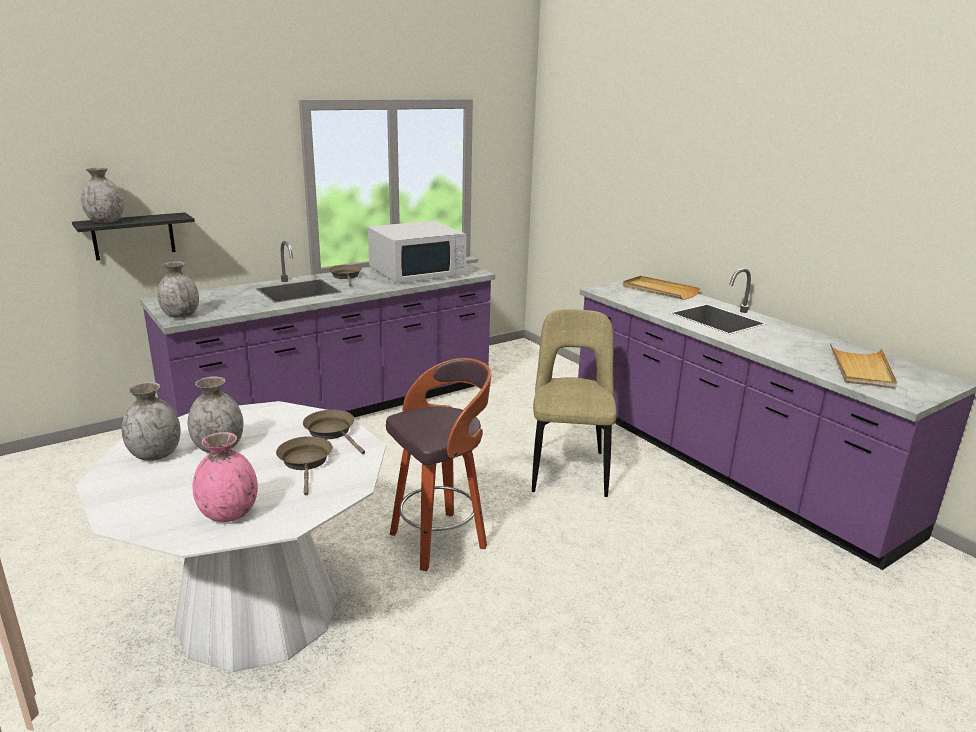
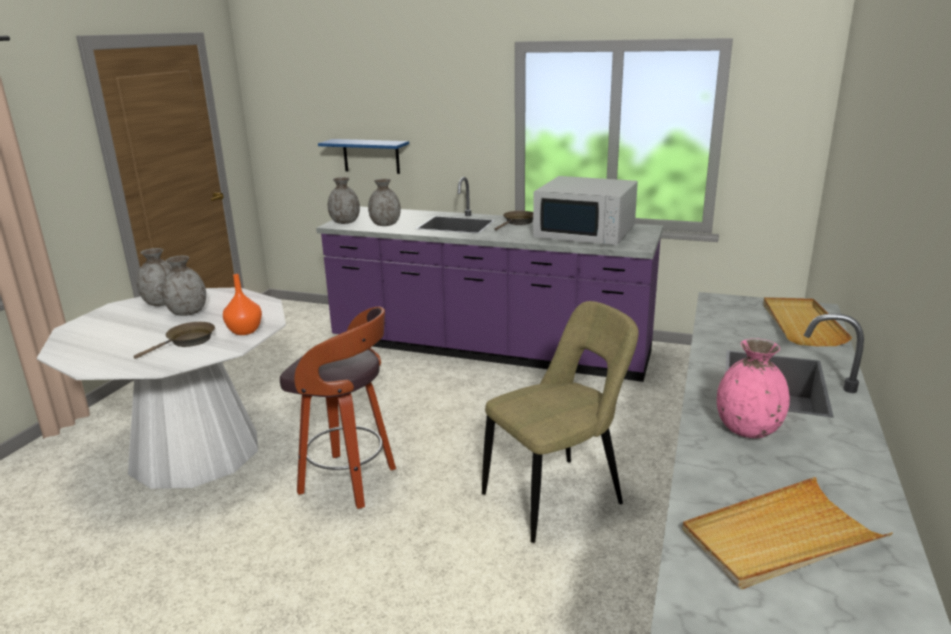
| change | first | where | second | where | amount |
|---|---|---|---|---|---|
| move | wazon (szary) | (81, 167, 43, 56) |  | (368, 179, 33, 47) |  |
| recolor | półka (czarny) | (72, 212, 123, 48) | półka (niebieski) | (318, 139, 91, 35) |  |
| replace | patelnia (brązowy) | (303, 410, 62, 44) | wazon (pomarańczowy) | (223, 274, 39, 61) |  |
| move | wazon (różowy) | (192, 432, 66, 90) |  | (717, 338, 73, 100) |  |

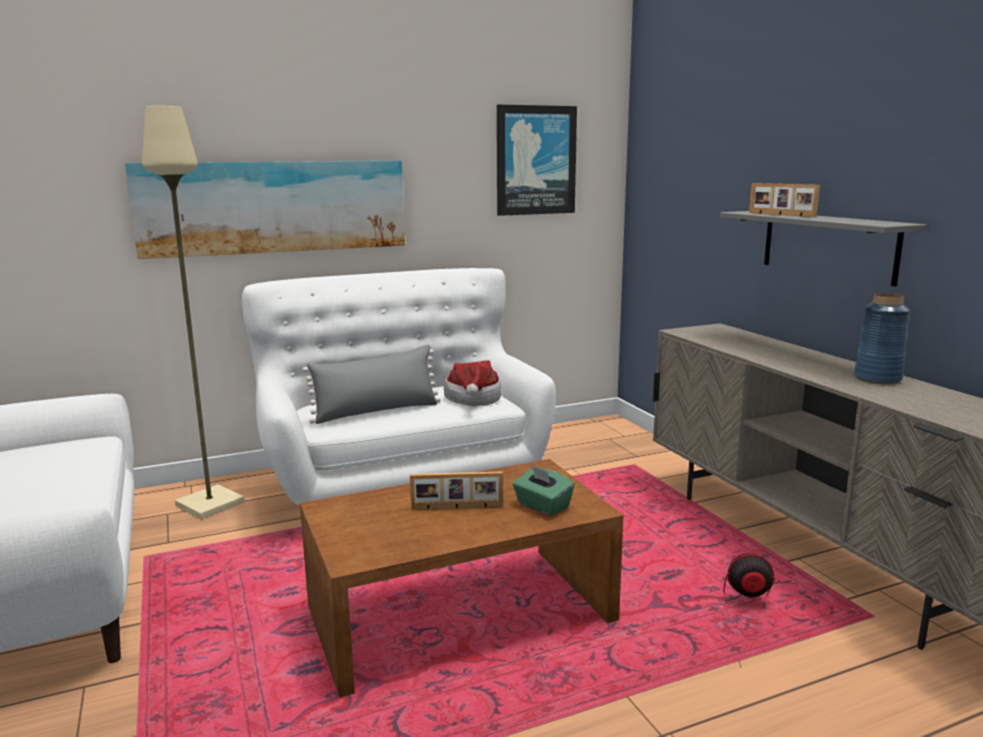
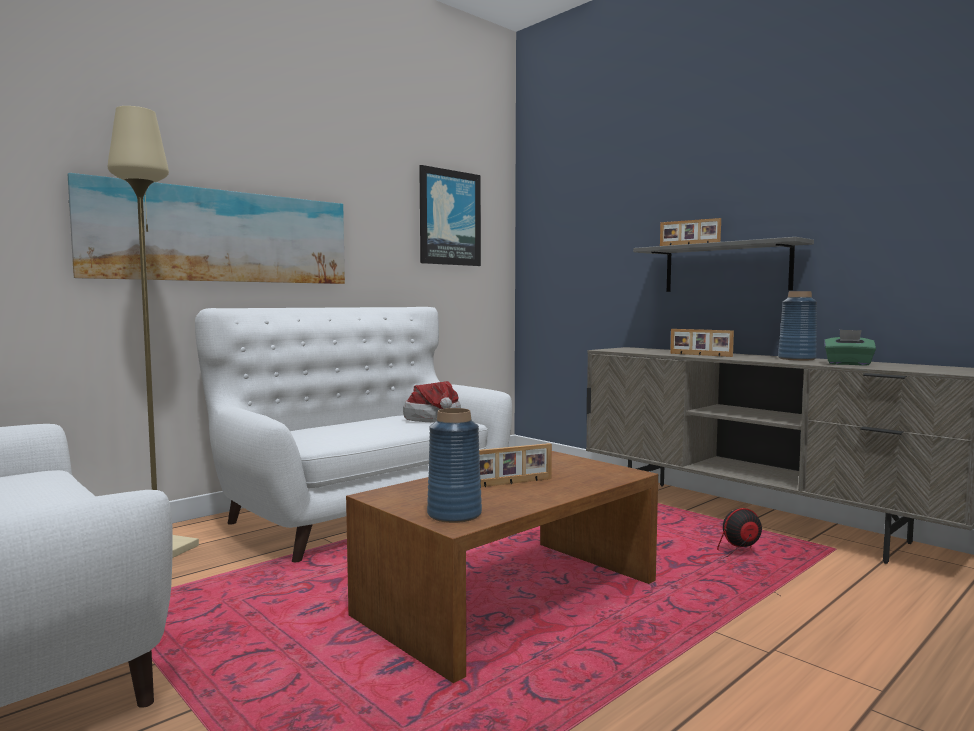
| change | first | where | second | where | amount |
|---|---|---|---|---|---|
| delete | poduszka (szary) | (302, 345, 139, 79) |  |  |  |
| move | pudełko chusteczek (zielony) | (513, 465, 62, 51) |  | (824, 329, 52, 37) |  |
| insert |  |  | ramka na zdjęcie | (670, 329, 64, 28) |  |
| insert |  |  | wazon (niebieski) | (427, 408, 55, 115) |  |

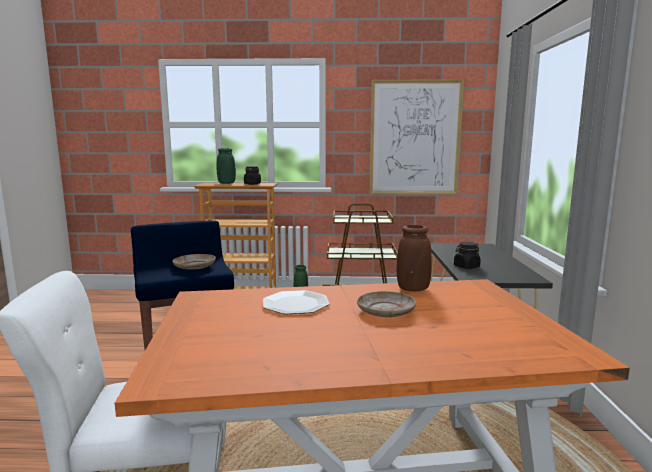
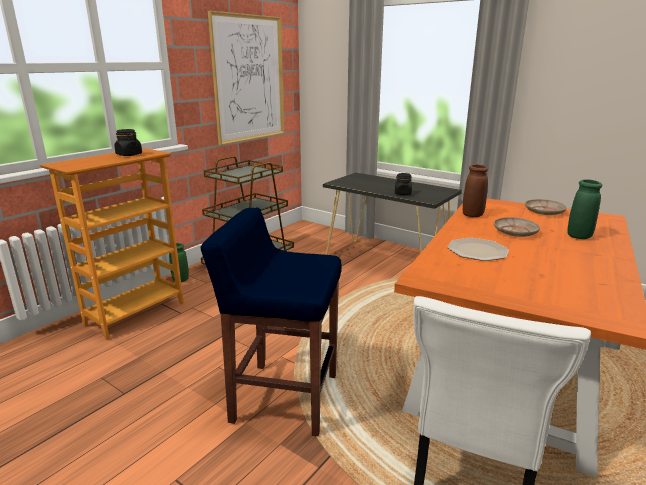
| change | first | where | second | where | amount |
|---|---|---|---|---|---|
| move | wazon (zielony) | (217, 148, 19, 36) |  | (567, 179, 35, 60) |  |
| move | talerz (beżowy) | (173, 254, 43, 16) |  | (525, 199, 42, 16) |  |

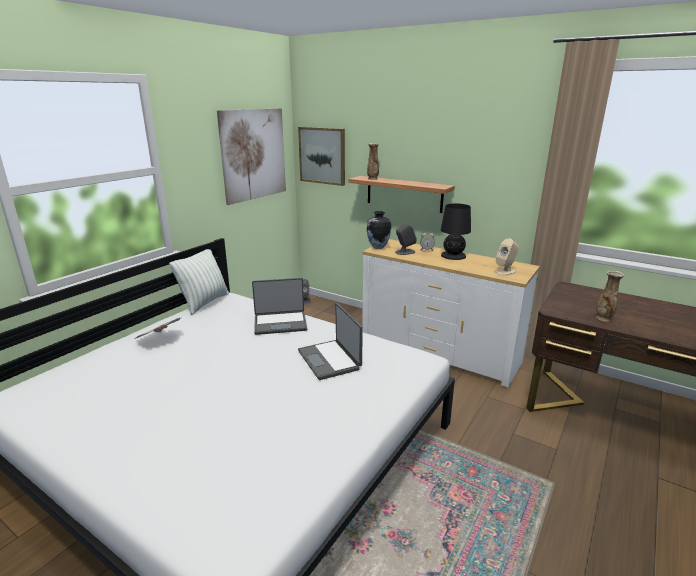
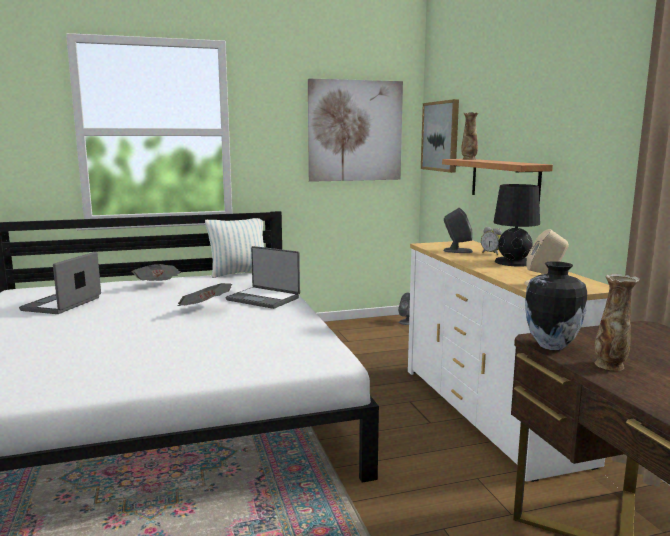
| change | first | where | second | where | amount |
|---|---|---|---|---|---|
| move | wazon | (367, 211, 24, 38) |  | (525, 261, 62, 89) |  |
| move | laptop | (298, 303, 65, 77) |  | (19, 252, 82, 62) |  |
| insert |  |  | gazeta | (178, 283, 54, 23) |  |

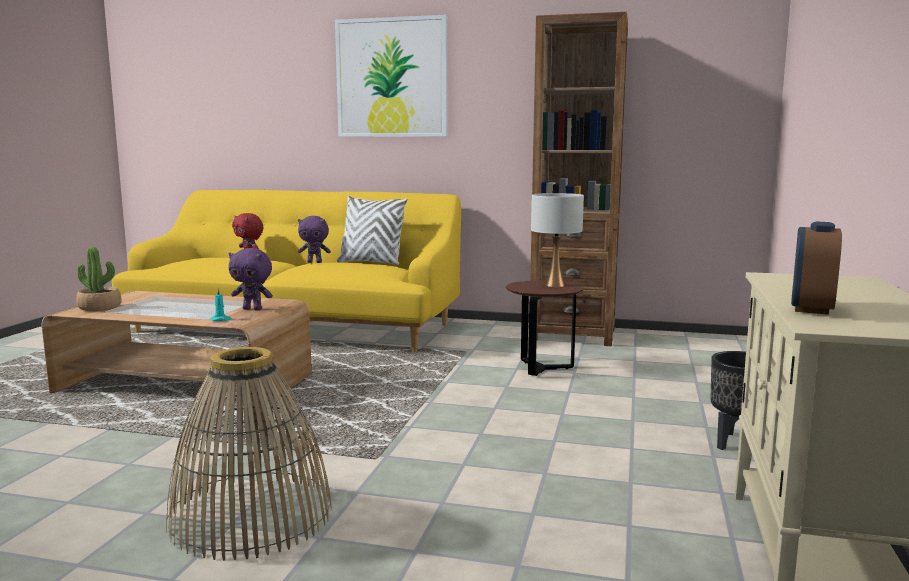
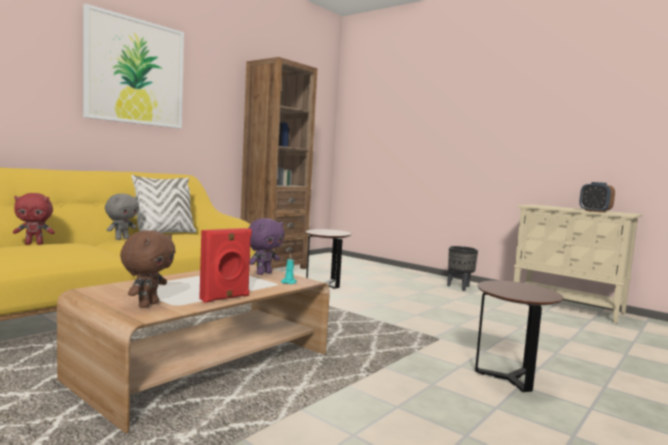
| change | first | where | second | where | amount |
|---|---|---|---|---|---|
| delete | lampa stołowa (biały) | (531, 193, 53, 94) |  |  |  |
| recolor | pluszak (fioletowy) | (298, 216, 33, 47) | pluszak (szary) | (105, 194, 34, 46) |  |
| replace | roślina doniczkowa | (76, 247, 45, 64) | pluszak (brązowy) | (120, 230, 55, 78) |  |
| replace | koszyk | (166, 347, 166, 214) | stolik (brązowy) | (475, 280, 88, 112) |  |
| insert |  |  | głośnik (czerwony) | (199, 228, 53, 75) |  |

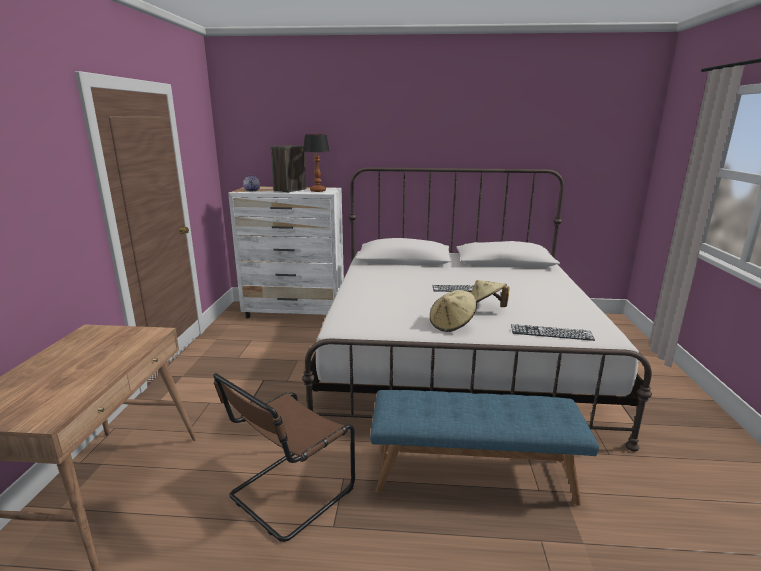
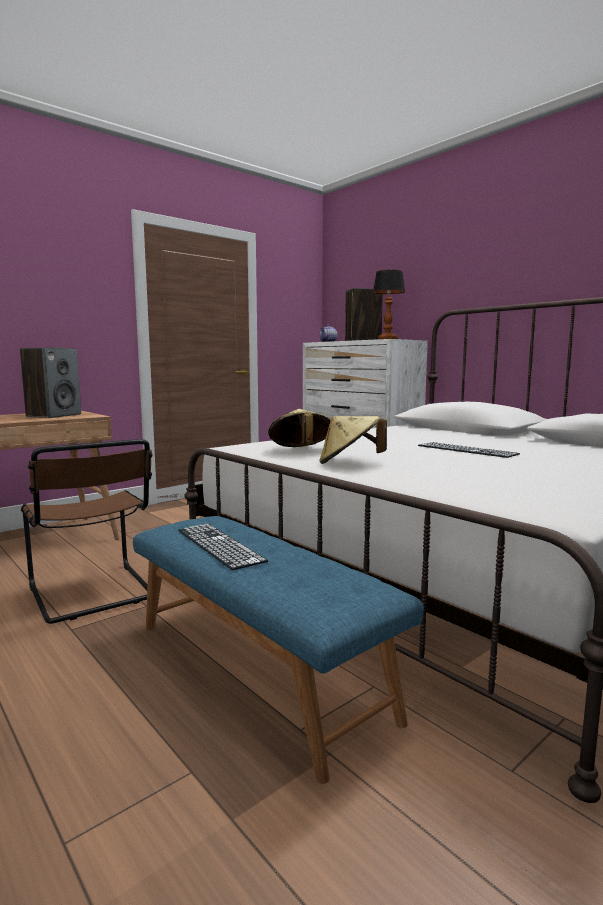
| change | first | where | second | where | amount |
|---|---|---|---|---|---|
| move | kapelusz (beżowy) | (471, 280, 39, 27) |  | (268, 409, 62, 38) |  |
| move | klawiatura | (511, 324, 84, 17) |  | (178, 524, 90, 46) |  |
| rotate | krzesło (brązowy) | (213, 373, 142, 169) |  | (21, 439, 132, 185) | 120 degrees counterclockwise |
| insert |  |  | głośnik | (20, 347, 61, 71) |  |

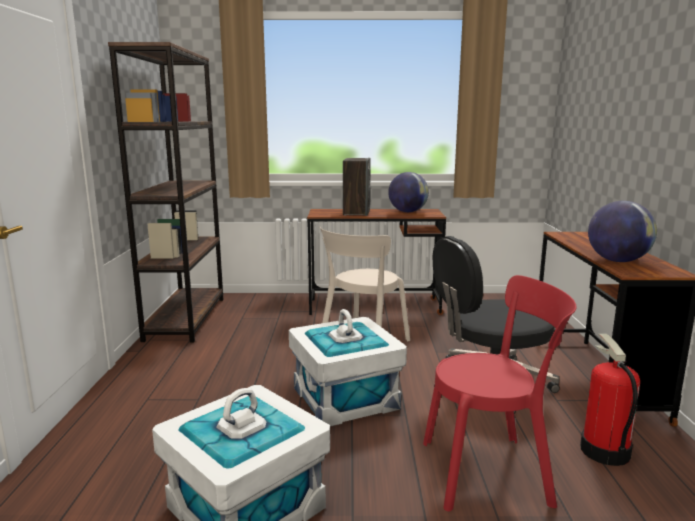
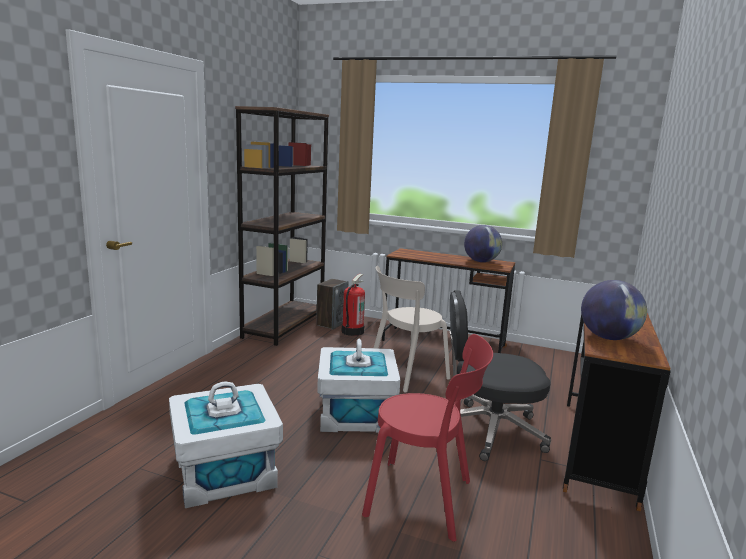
| change | first | where | second | where | amount |
|---|---|---|---|---|---|
| move | głośnik | (343, 158, 28, 58) |  | (316, 279, 32, 51) |  |
| move | gaśnica | (580, 334, 60, 132) |  | (341, 274, 24, 62) |  |

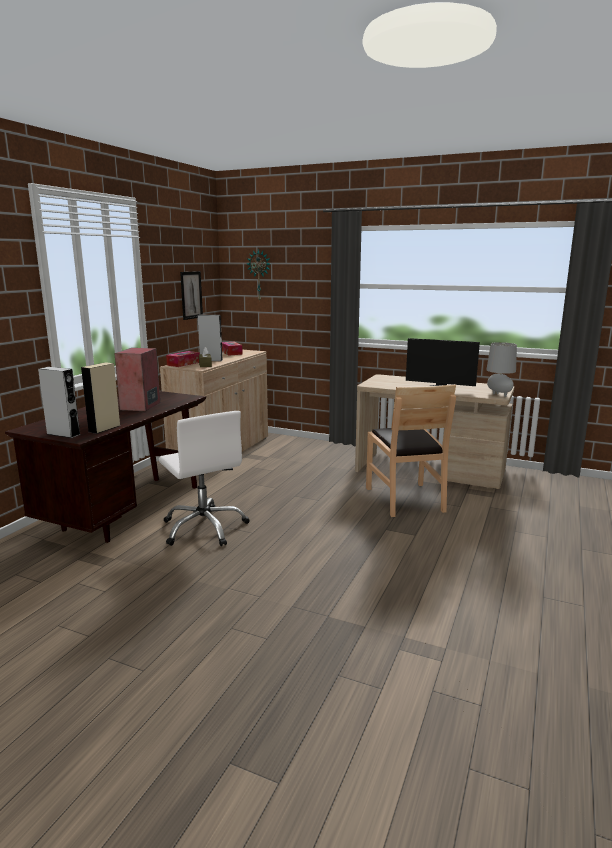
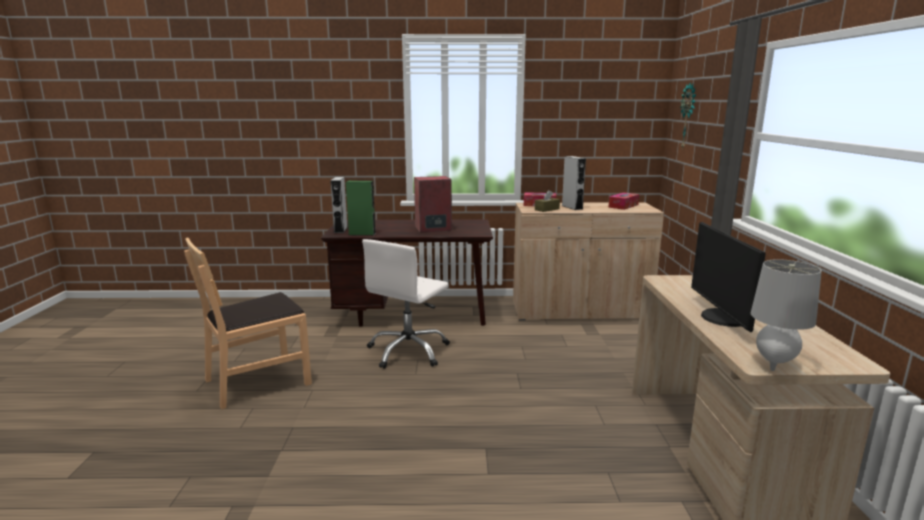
| change | first | where | second | where | amount |
|---|---|---|---|---|---|
| delete | obraz | (180, 271, 23, 49) |  |  |  |
| recolor | głośnik (beżowy) | (81, 362, 39, 72) | głośnik (zielony) | (346, 181, 30, 55) |  |
| move | krzesło (brązowy) | (366, 384, 90, 133) |  | (184, 237, 128, 172) |  |

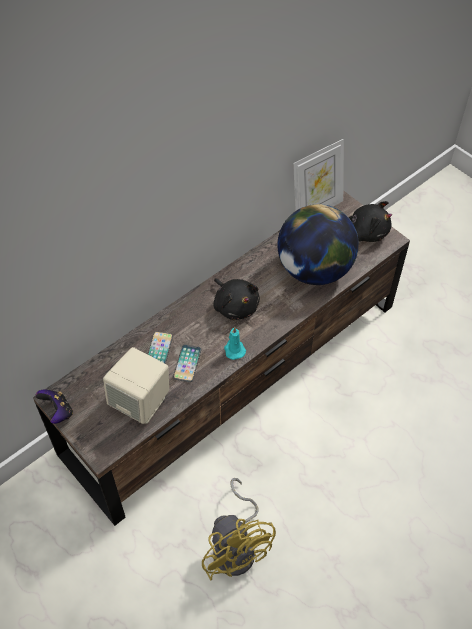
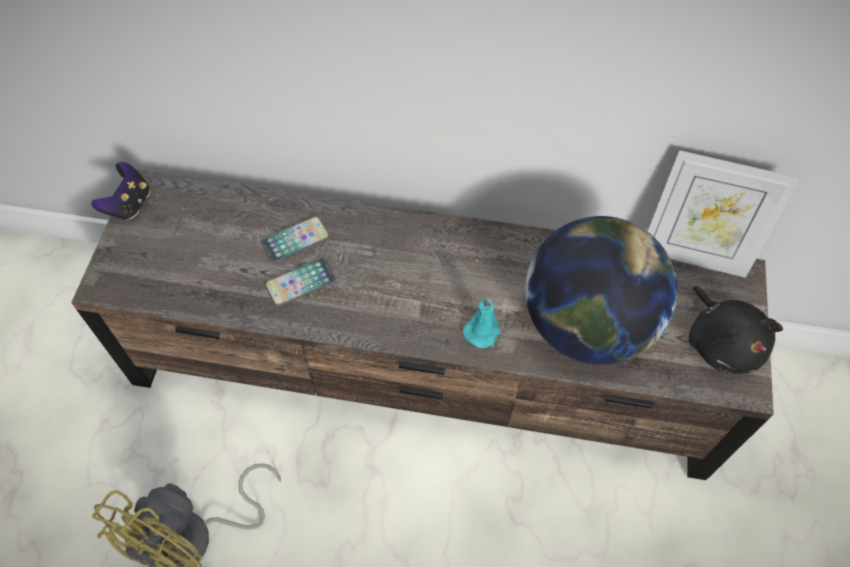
| change | first | where | second | where | amount |
|---|---|---|---|---|---|
| delete | pluszak (czarny) | (213, 278, 47, 42) |  |  |  |
| move | świeca (turkusowy) | (224, 327, 22, 33) |  | (463, 297, 38, 51) |  |
| delete | głośnik (beżowy) | (103, 347, 66, 77) |  |  |  |

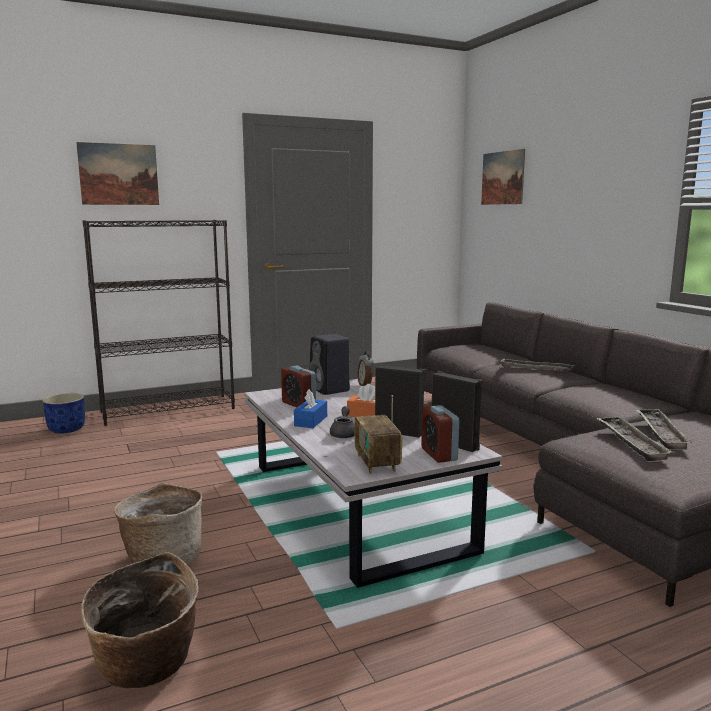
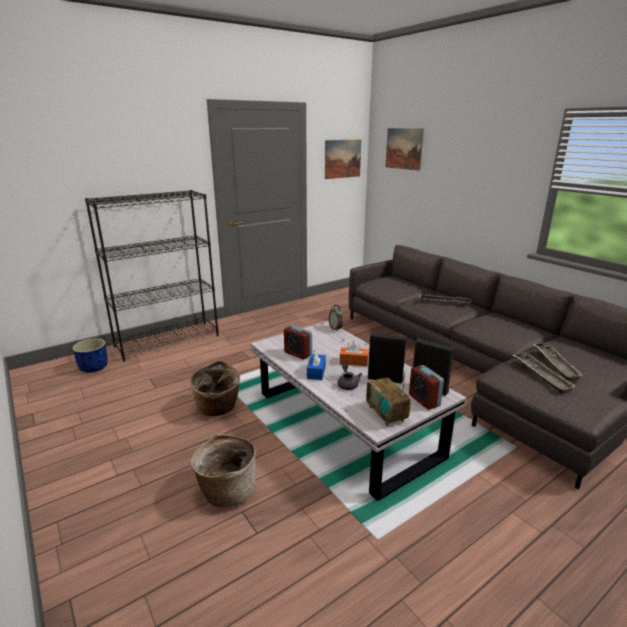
| change | first | where | second | where | amount |
|---|---|---|---|---|---|
| move | obraz | (76, 142, 83, 63) |  | (325, 140, 36, 39) |  |
| delete | głośnik (czarny) | (309, 334, 41, 61) |  |  |  |
| move | koszyk | (81, 552, 118, 136) |  | (190, 360, 50, 56) |  |

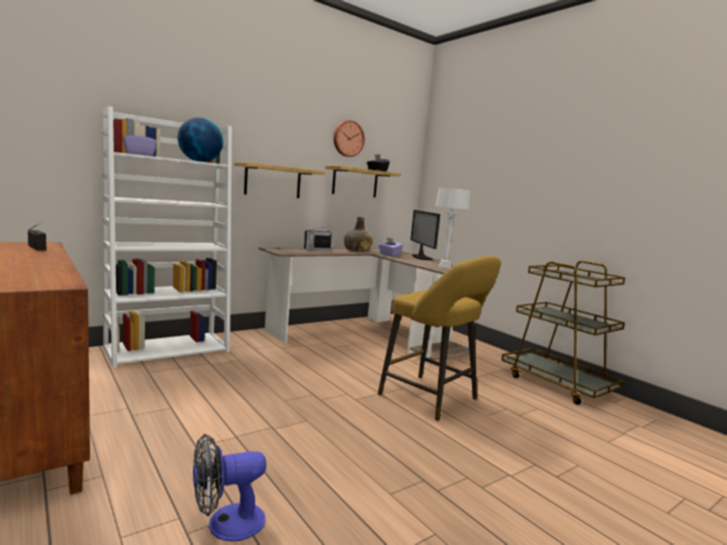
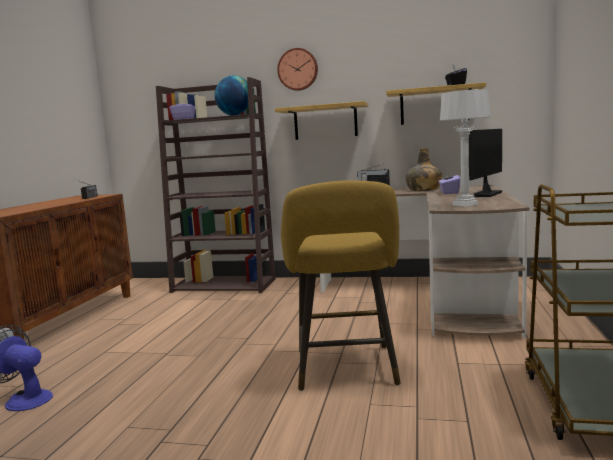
| change | first | where | second | where | amount |
|---|---|---|---|---|---|
| recolor | regał (biały) | (102, 106, 130, 262) | regał (brązowy) | (156, 77, 120, 216) |  |
| move | zegar ścienny | (333, 120, 32, 37) |  | (277, 48, 41, 43) |  |

